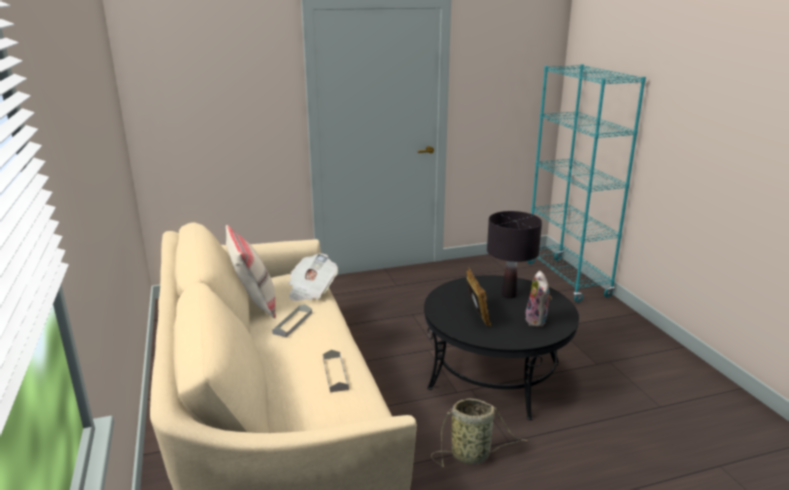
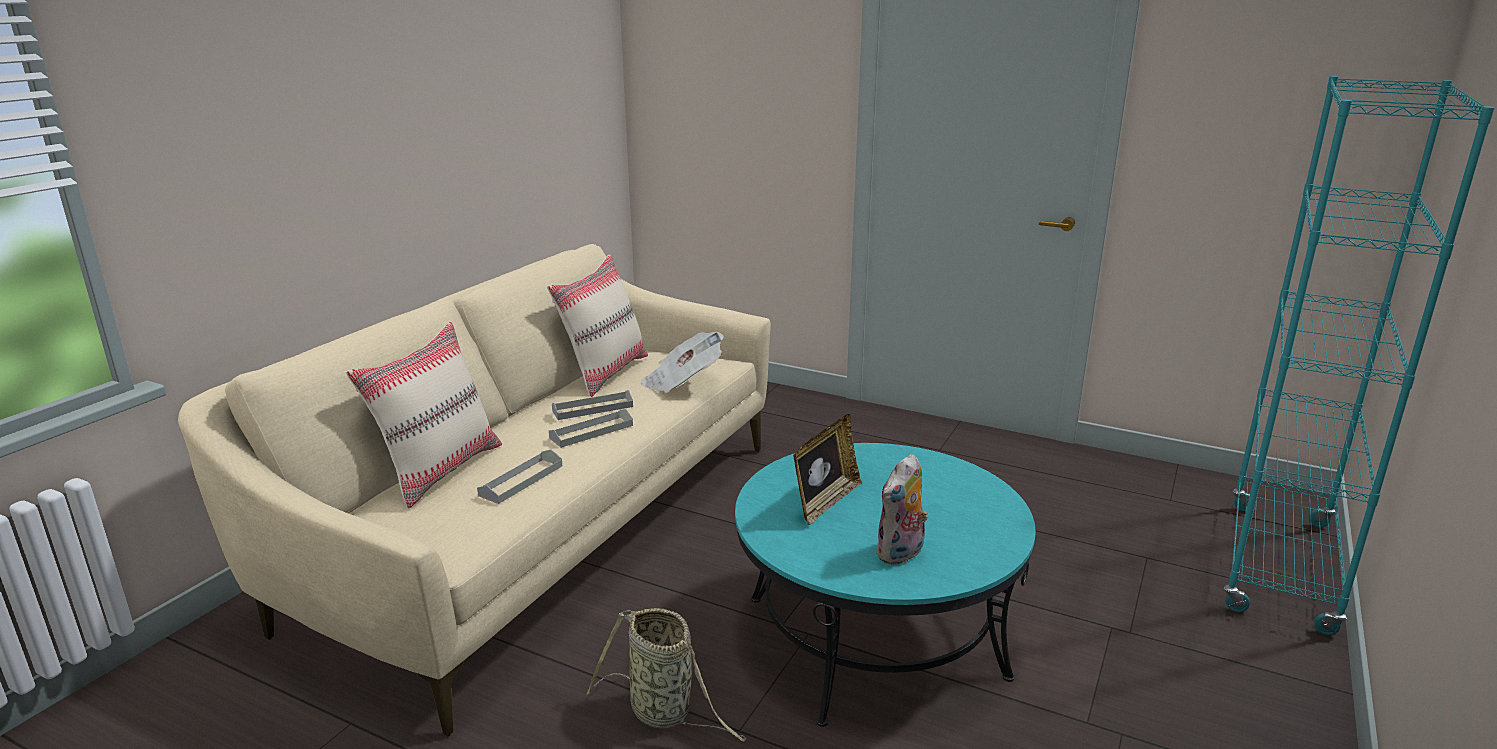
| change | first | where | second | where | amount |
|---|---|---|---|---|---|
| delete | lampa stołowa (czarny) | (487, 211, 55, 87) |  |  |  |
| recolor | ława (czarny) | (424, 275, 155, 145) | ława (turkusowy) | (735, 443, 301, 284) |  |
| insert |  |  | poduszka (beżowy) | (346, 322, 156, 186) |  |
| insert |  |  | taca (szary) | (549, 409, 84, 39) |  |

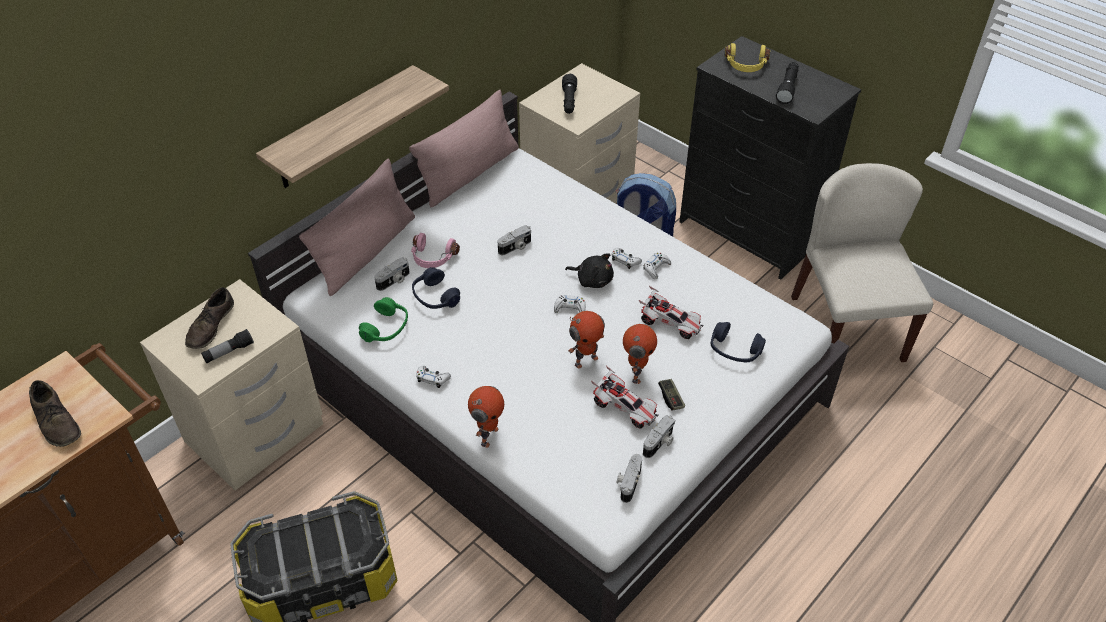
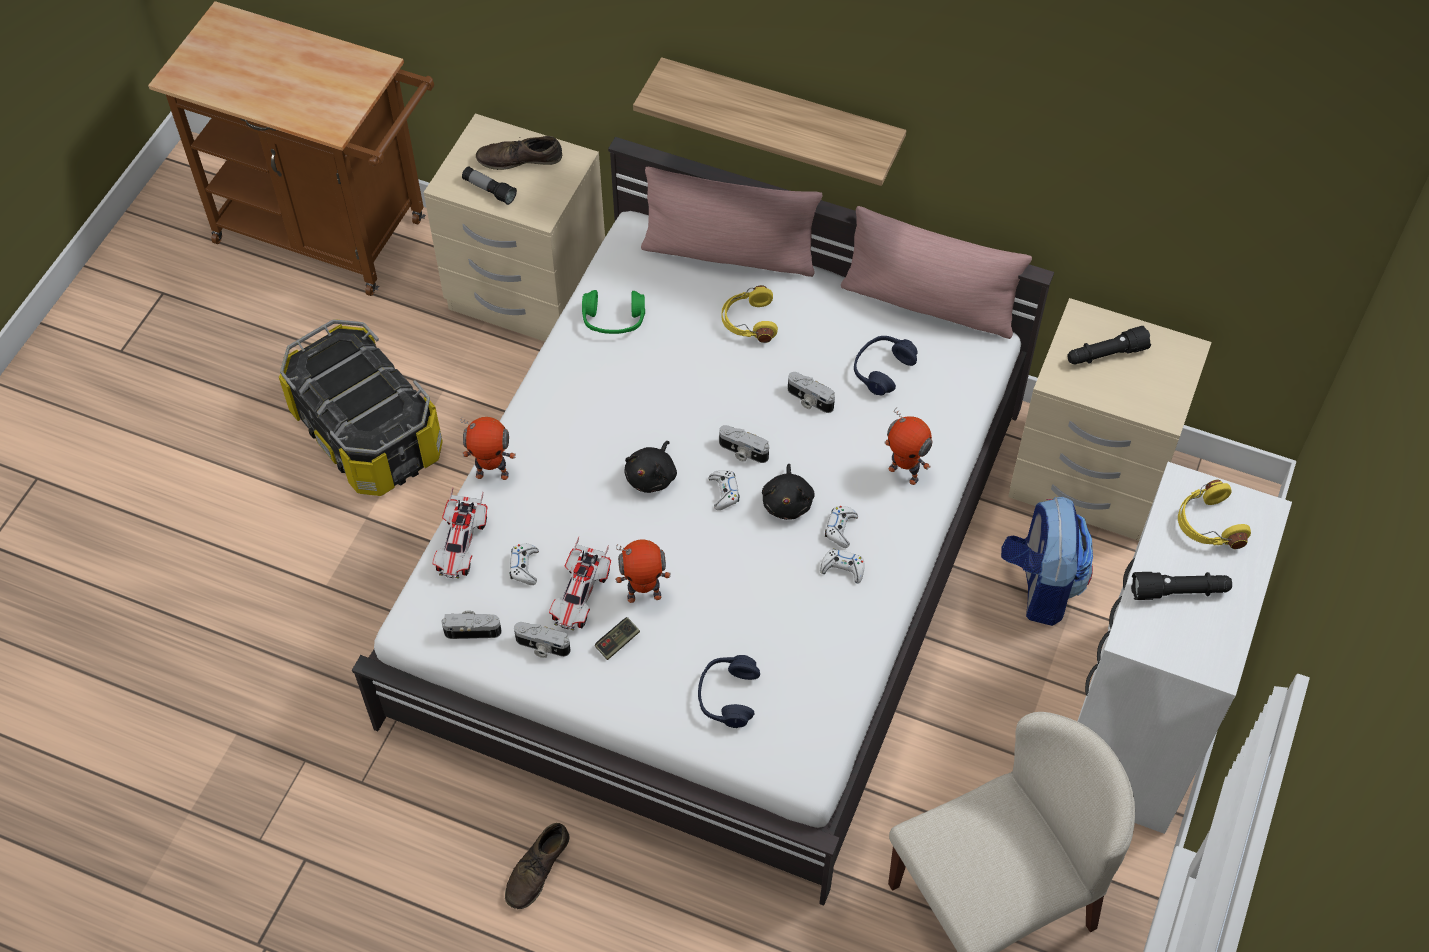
| change | first | where | second | where | amount |
|---|---|---|---|---|---|
| recolor | komoda (czarny) | (679, 36, 182, 244) | komoda (biały) | (1077, 462, 215, 372) |  |
| recolor | słuchawki (różowy) | (411, 233, 49, 35) | słuchawki (żółty) | (722, 285, 56, 58) |  |
| move | aparat fotograficzny | (374, 257, 36, 34) |  | (719, 425, 50, 38) |  |
| move | słuchawki (niebieski) | (412, 267, 48, 42) |  | (854, 336, 64, 59) |  |
| move | samochodzik | (639, 286, 64, 53) |  | (432, 487, 56, 92) |  |
| move | robot zabawkowy | (568, 311, 37, 58) |  | (884, 407, 48, 78) |  |
| move | pad do gier (biały) | (416, 366, 35, 22) |  | (510, 543, 29, 42) |  |
| move | but (brązowy) | (29, 380, 52, 67) |  | (505, 823, 65, 86) |  |
| insert |  |  | pluszak (czarny) | (624, 441, 53, 52) |  |

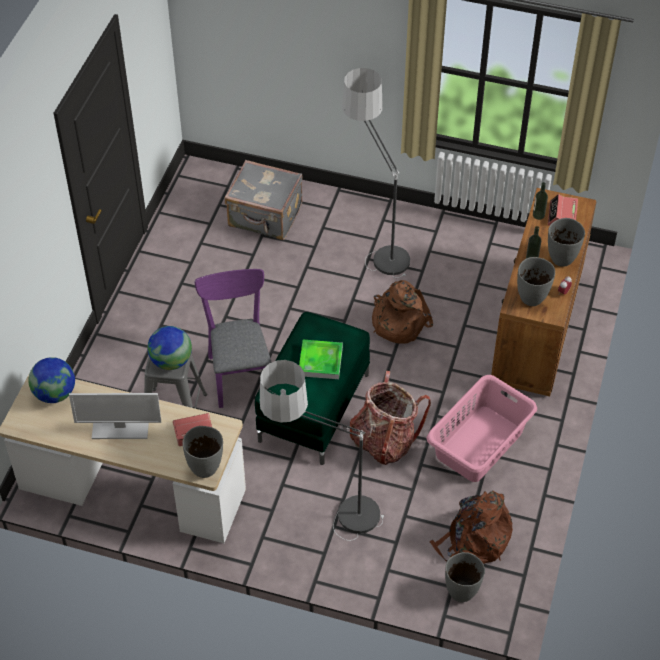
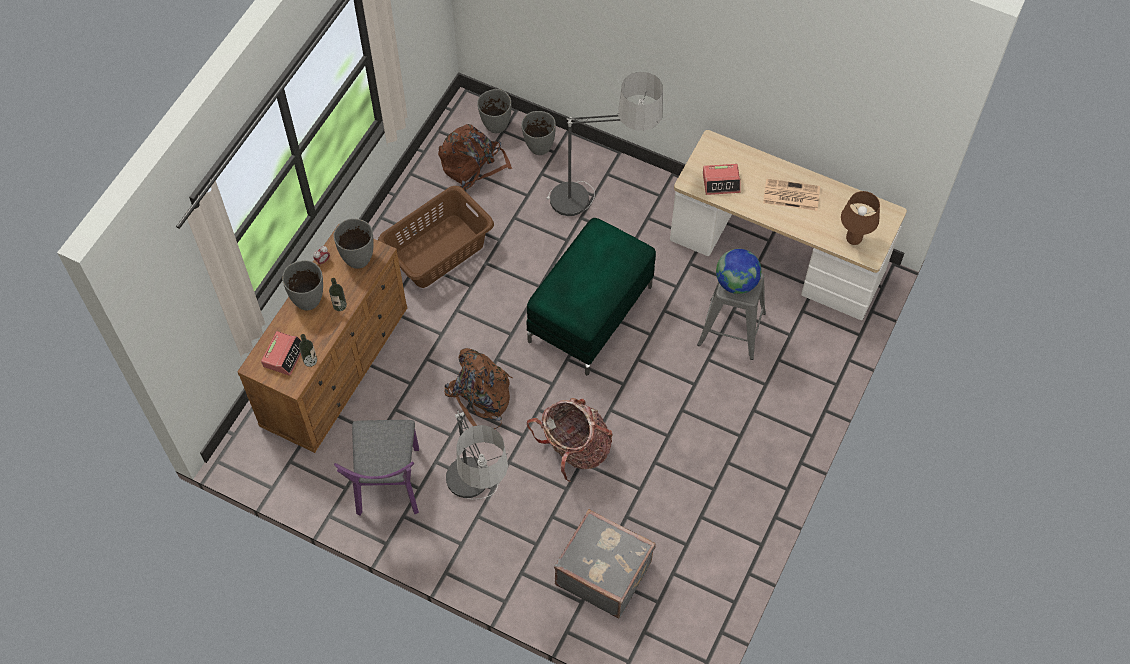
| change | first | where | second | where | amount |
|---|---|---|---|---|---|
| move | krzesło (fioletowy) | (195, 269, 77, 139) |  | (334, 420, 85, 96) |  |
| delete | taca | (299, 340, 44, 39) |  |  |  |
| replace | globus | (28, 357, 47, 46) | lampa stołowa (brązowy) | (841, 191, 39, 54) |  |
| move | plecak | (350, 371, 81, 94) |  | (527, 398, 86, 84) |  |
| recolor | kosz na pranie (różowy) | (426, 375, 111, 107) | kosz na pranie (brązowy) | (378, 186, 116, 102) |  |
| replace | monitor | (69, 393, 92, 46) | gazeta | (763, 179, 57, 32) |  |
| move | wazon (szary) | (182, 426, 41, 52) |  | (521, 111, 35, 44) |  |

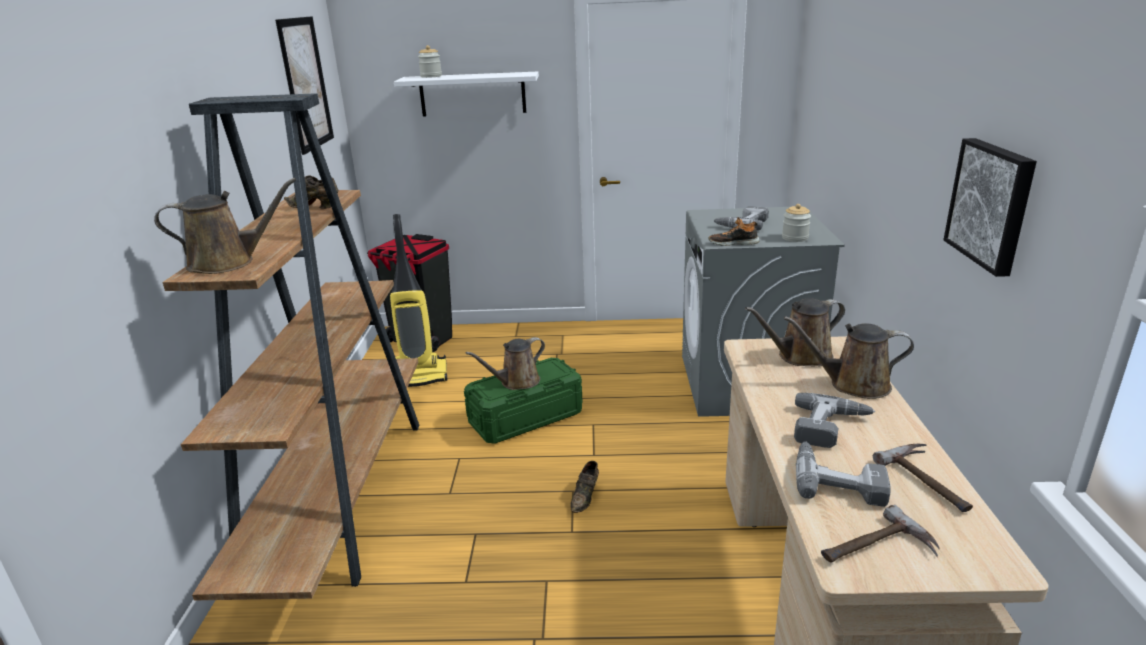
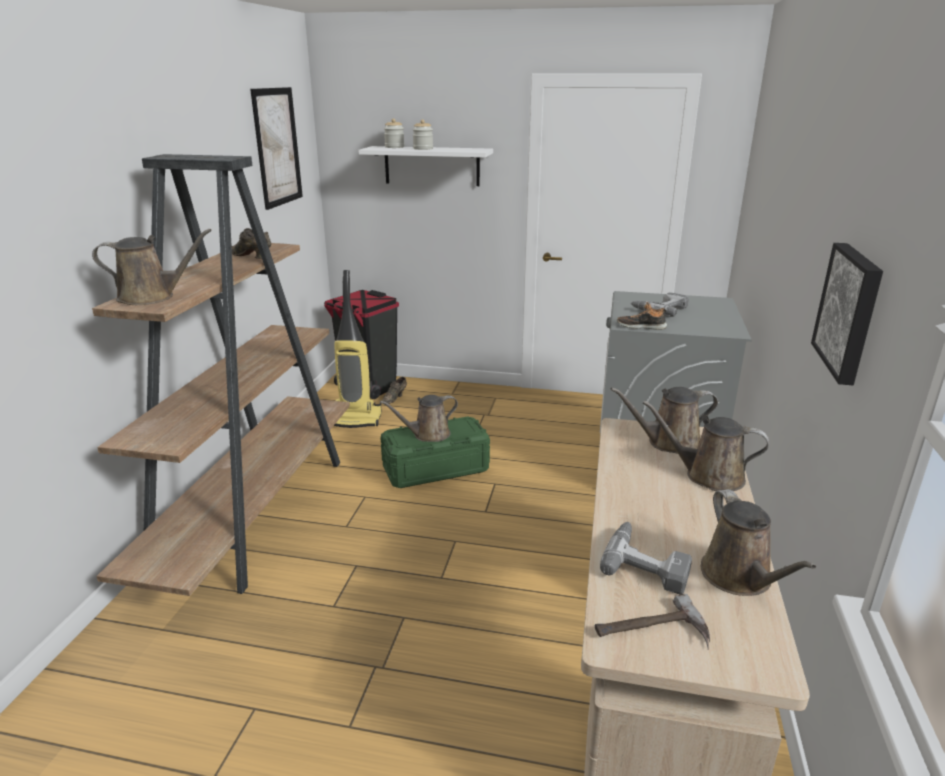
| change | first | where | second | where | amount |
|---|---|---|---|---|---|
| move | słoik | (782, 204, 29, 38) |  | (413, 120, 20, 30) |  |
| delete | wiertarka | (794, 393, 81, 55) |  |  |  |
| replace | młotek | (872, 444, 101, 68) | konewka (brązowy) | (701, 489, 115, 107) |  |
| move | but (brązowy) | (570, 461, 29, 52) |  | (382, 377, 25, 27) |  |

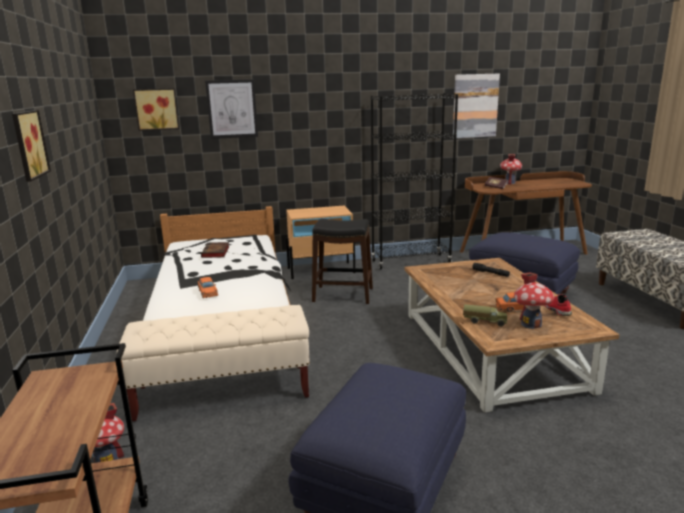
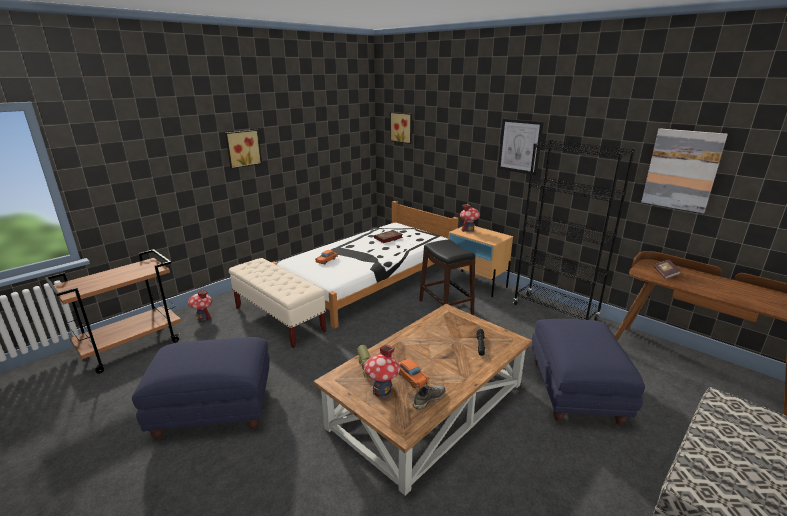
| change | first | where | second | where | amount |
|---|---|---|---|---|---|
| move | obraz | (205, 79, 53, 60) |  | (498, 119, 46, 56) |  |
| move | domek | (500, 154, 22, 31) |  | (460, 204, 20, 28) |  |
| recolor | but (czerwony) | (544, 294, 28, 22) | but (szary) | (412, 386, 34, 24) |  |

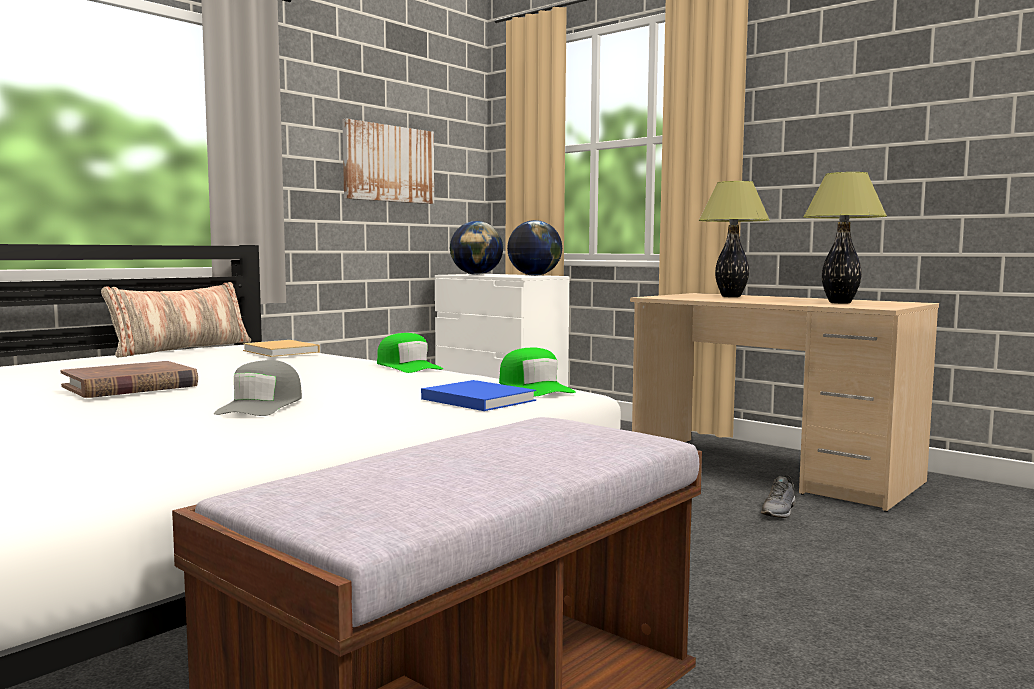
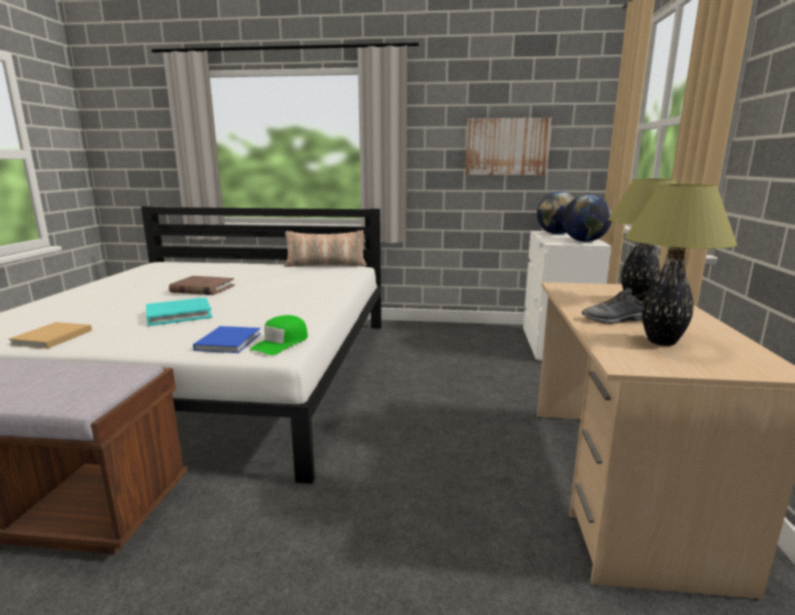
| change | first | where | second | where | amount |
|---|---|---|---|---|---|
| delete | czapka z daszkiem (zielony) | (377, 333, 66, 40) |  |  |  |
| move | książka (beżowy) | (243, 340, 77, 17) |  | (8, 322, 84, 27) |  |
| replace | czapka z daszkiem (szary) | (214, 360, 88, 56) | książka (turkusowy) | (146, 298, 66, 28) |  |
| move | but (szary) | (761, 476, 35, 42) |  | (582, 288, 65, 36) |  |

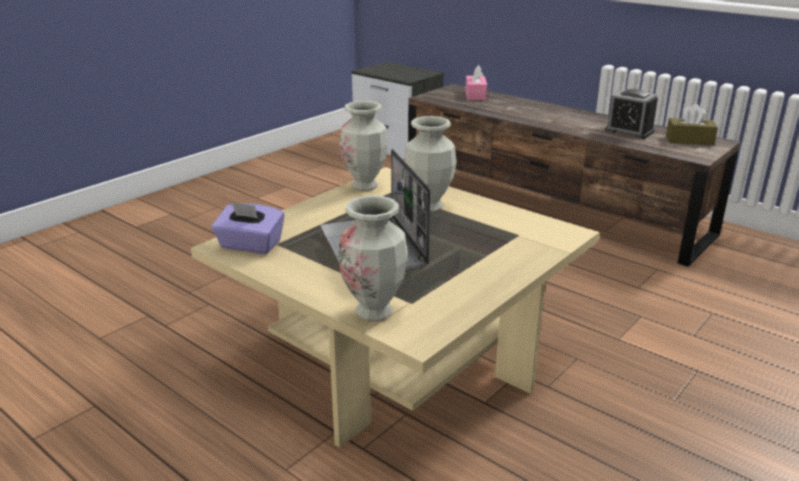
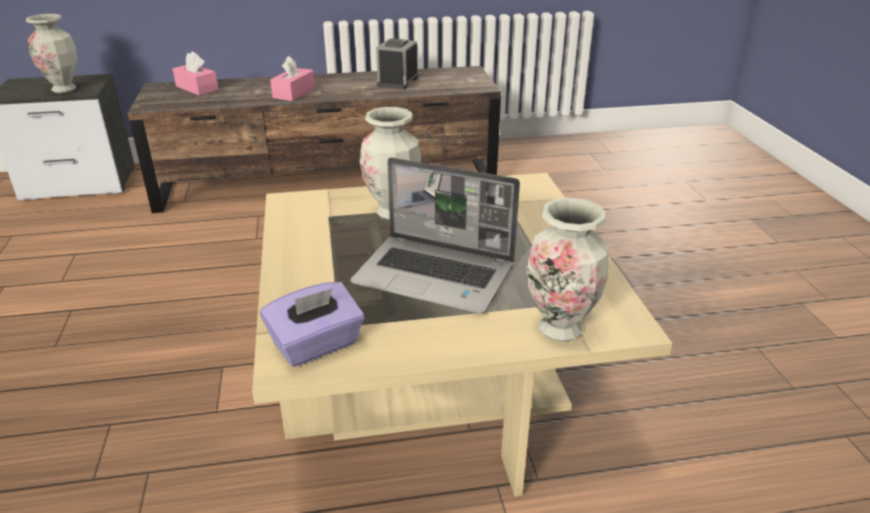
| change | first | where | second | where | amount |
|---|---|---|---|---|---|
| rotate | budzik | (605, 89, 53, 50) |  | (376, 38, 42, 51) | 120 degrees clockwise |
| move | wazon | (340, 101, 48, 90) |  | (26, 14, 51, 79) |  |
| delete | pudełko chusteczek (brązowy) | (666, 104, 52, 41) |  |  |  |
| insert |  |  | pudełko chusteczek (różowy) | (270, 56, 45, 45) |  |

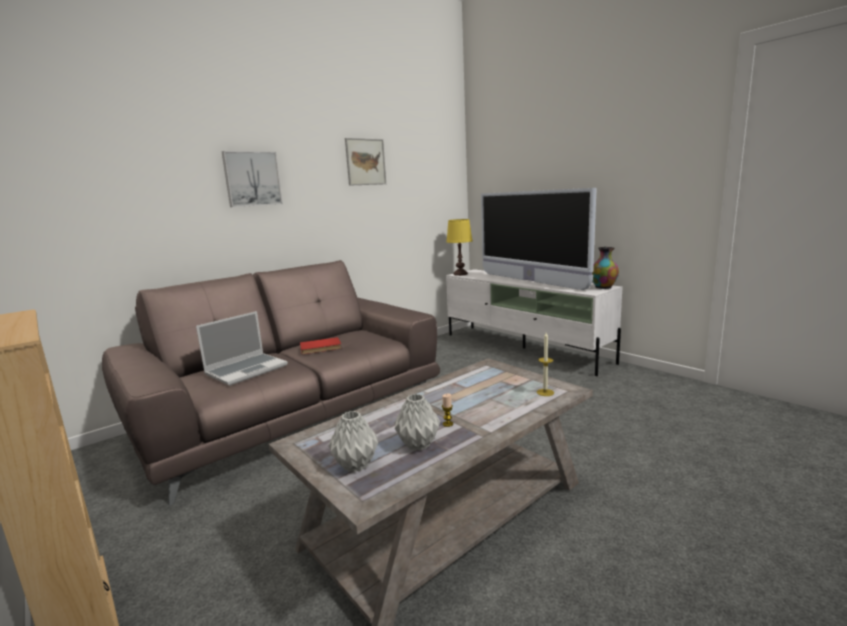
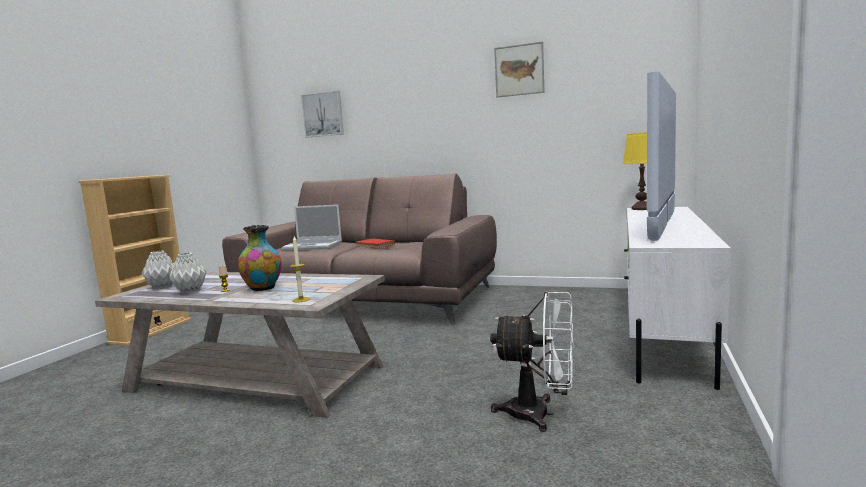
| change | first | where | second | where | amount |
|---|---|---|---|---|---|
| move | obraz | (222, 151, 61, 56) |  | (301, 91, 43, 46) |  |
| move | wazon | (592, 247, 27, 42) |  | (238, 225, 44, 66) |  |
| insert |  |  | wentylator (biały) | (490, 292, 83, 140) |  |

